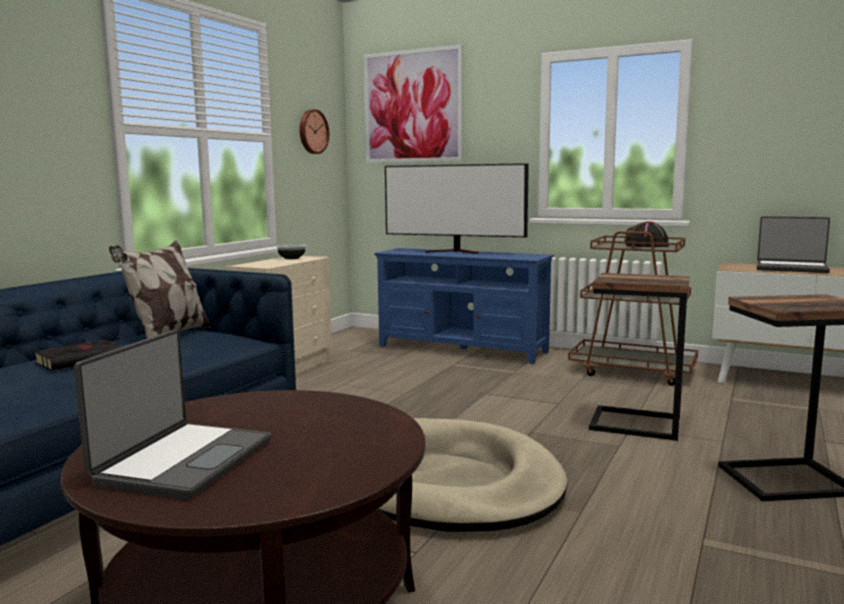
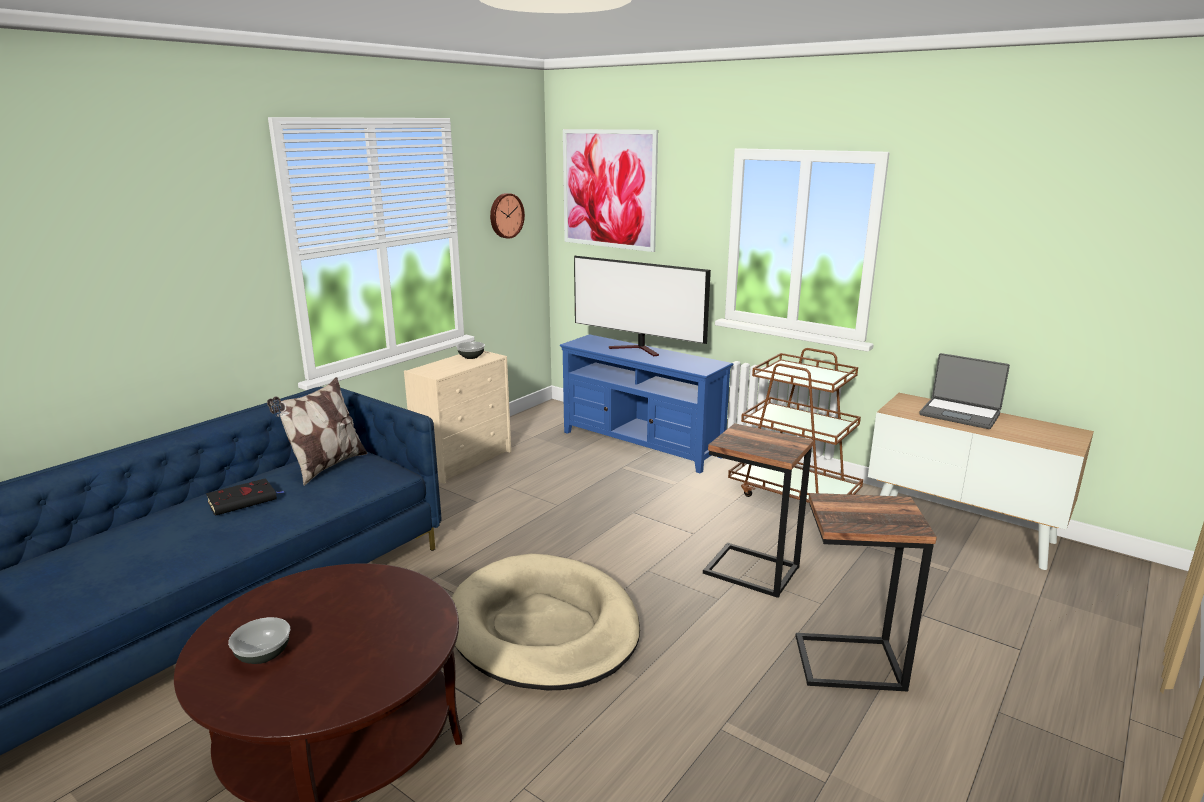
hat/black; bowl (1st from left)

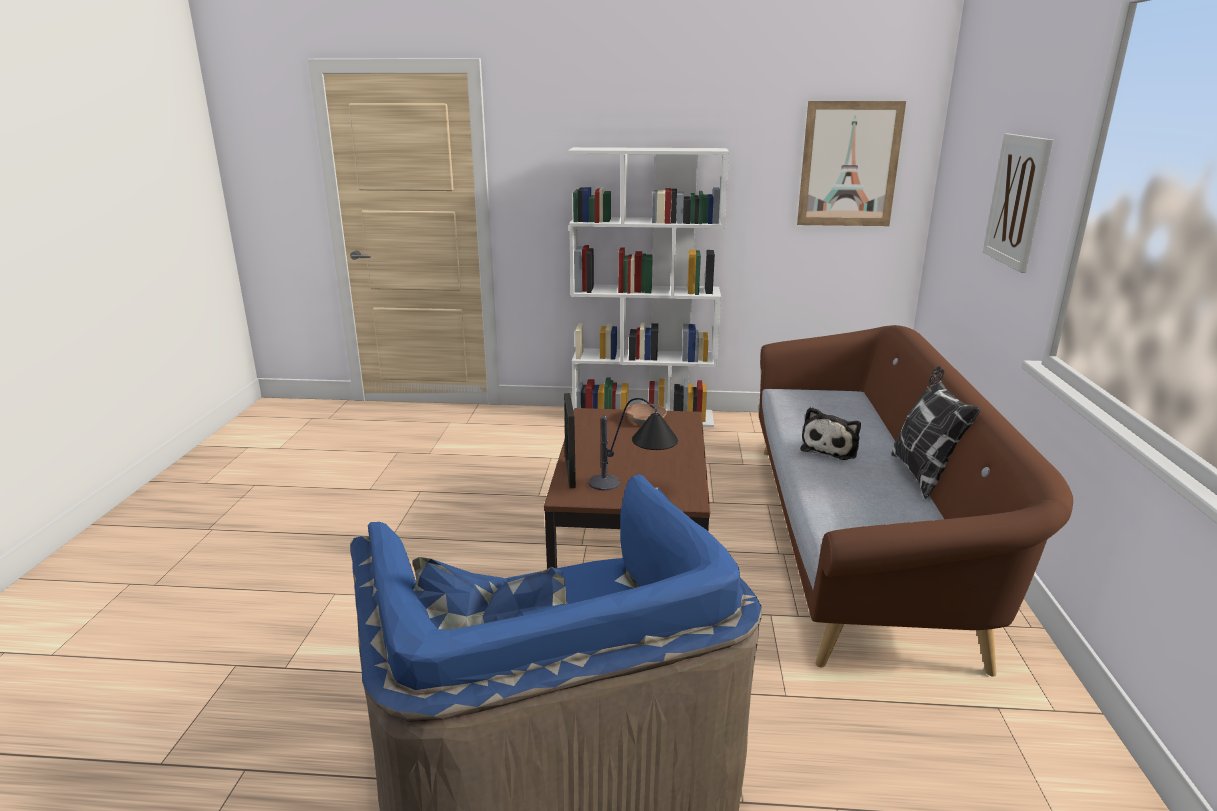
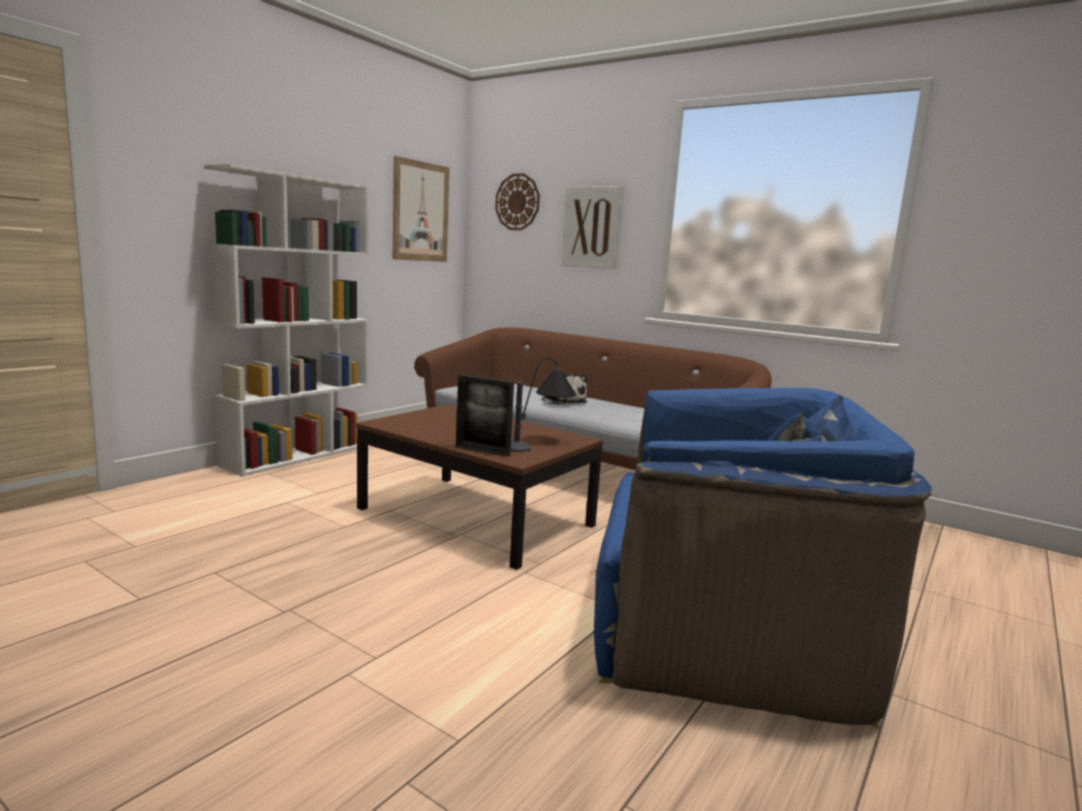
bowl/brown; pillow; wall clock

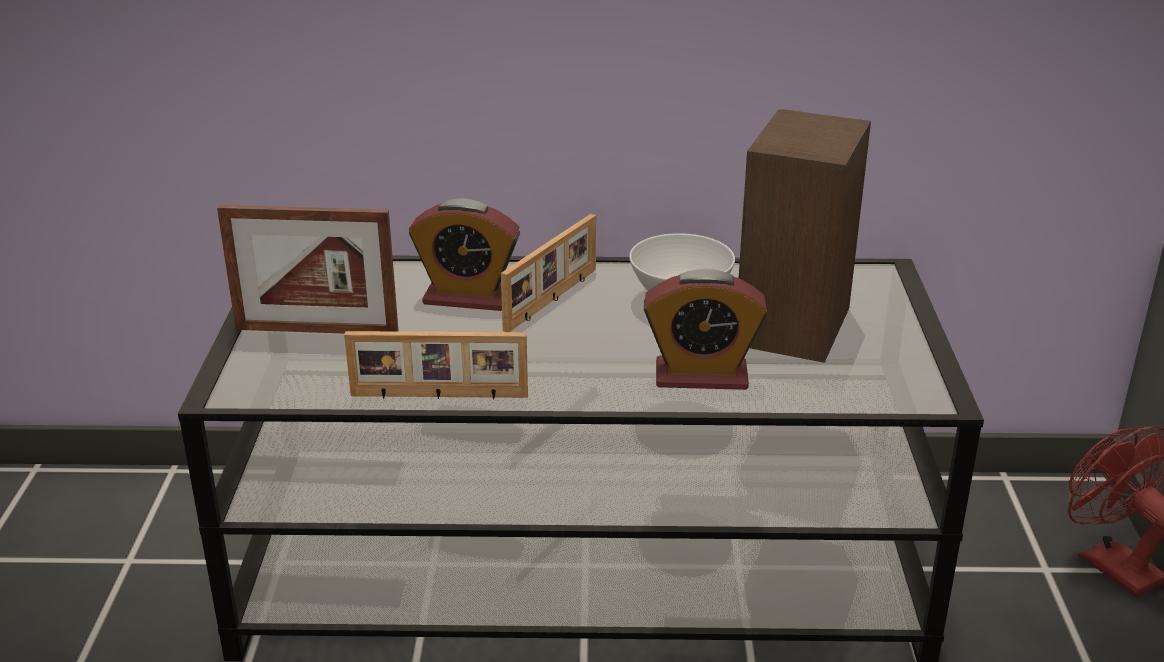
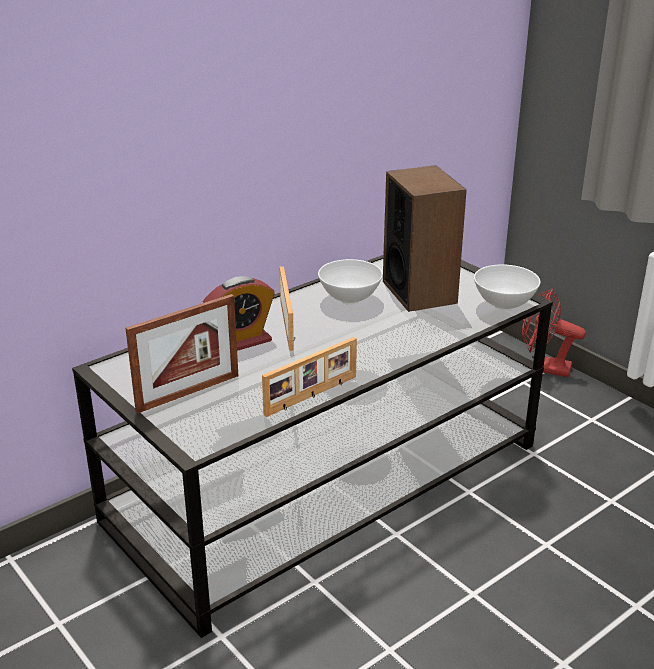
alarm clock (2nd from left in the first image); bowl/white (2nd from left)

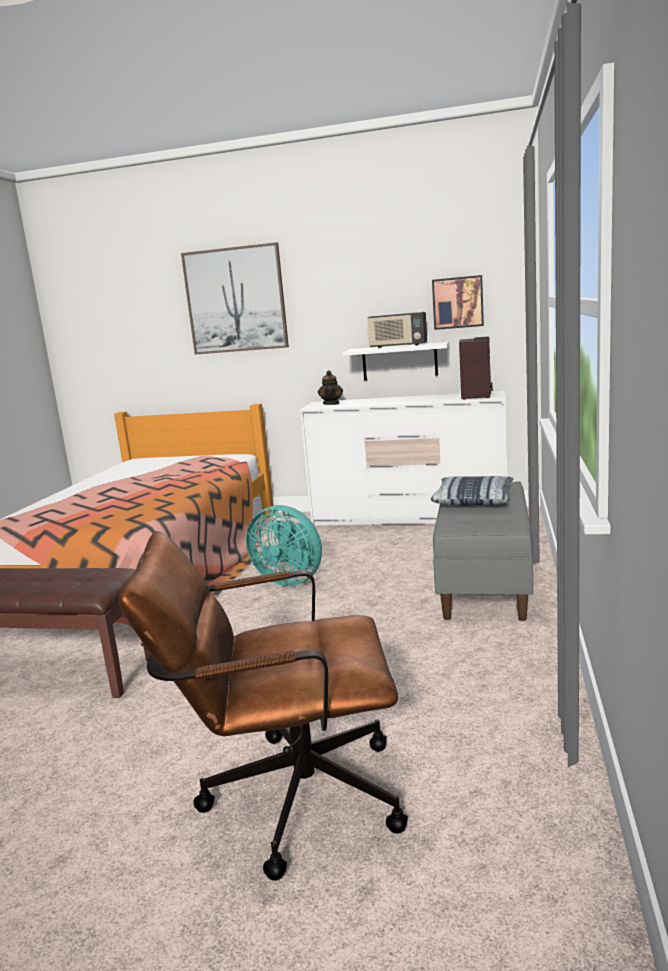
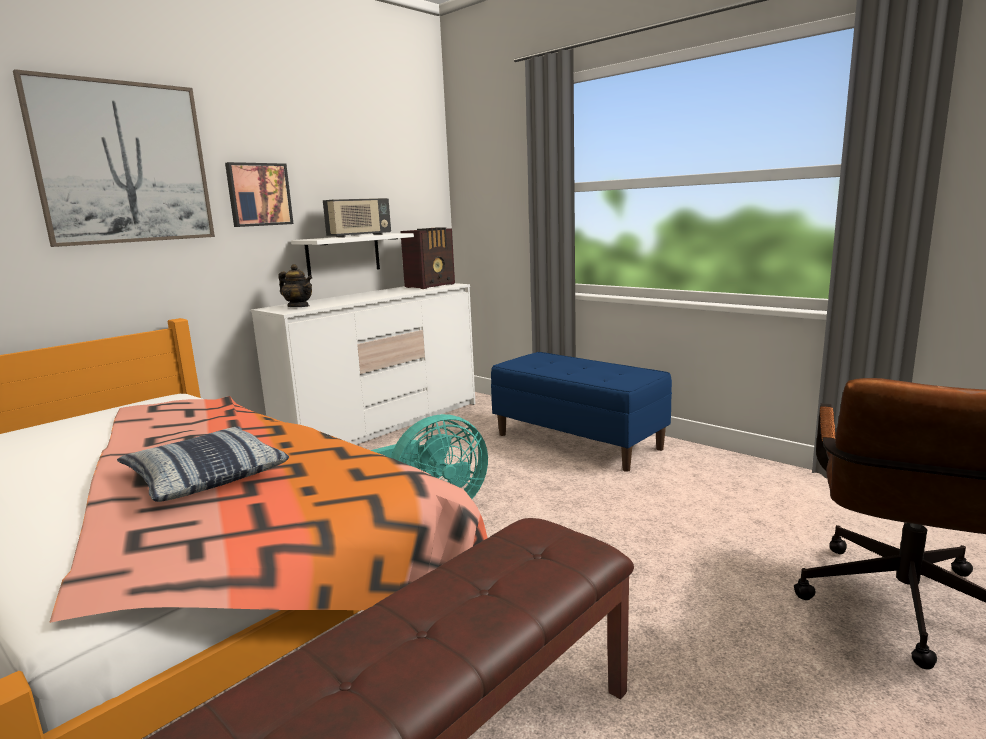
pillow; picture (2nd from left); bench/blue; radio (2nd from left)

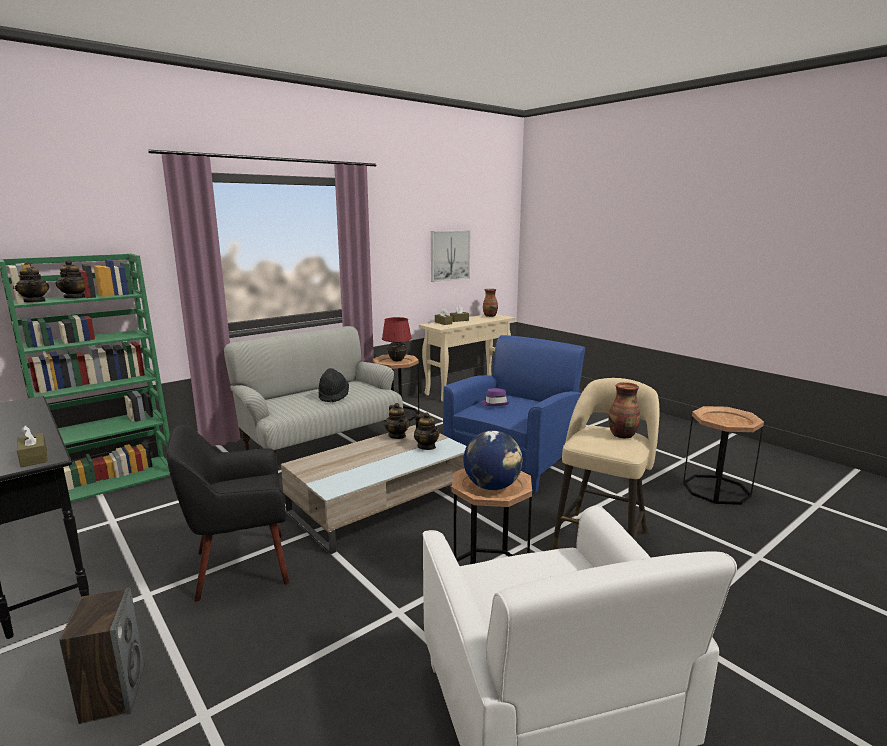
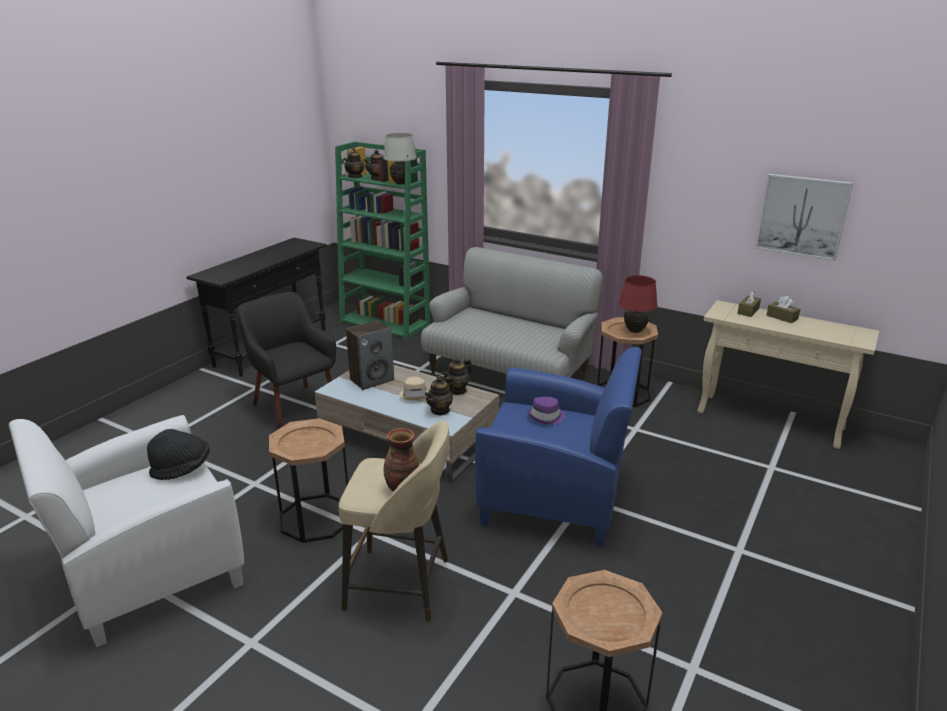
tissue box/brown (1st from left in the first image); globe; vase (1st from left in the first image); table lamp/white; hat/beige; speaker; hat/black

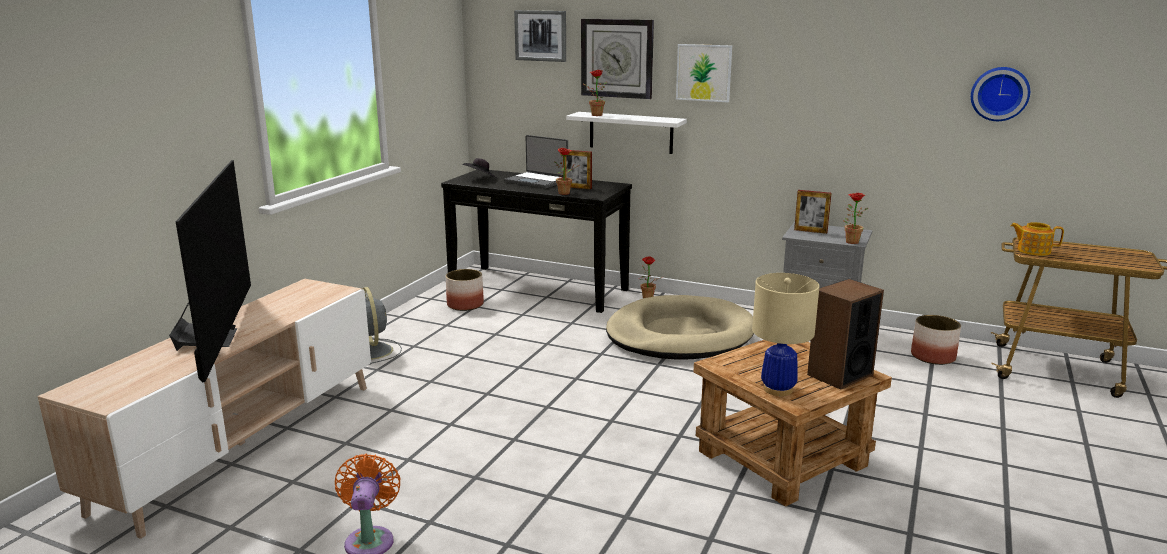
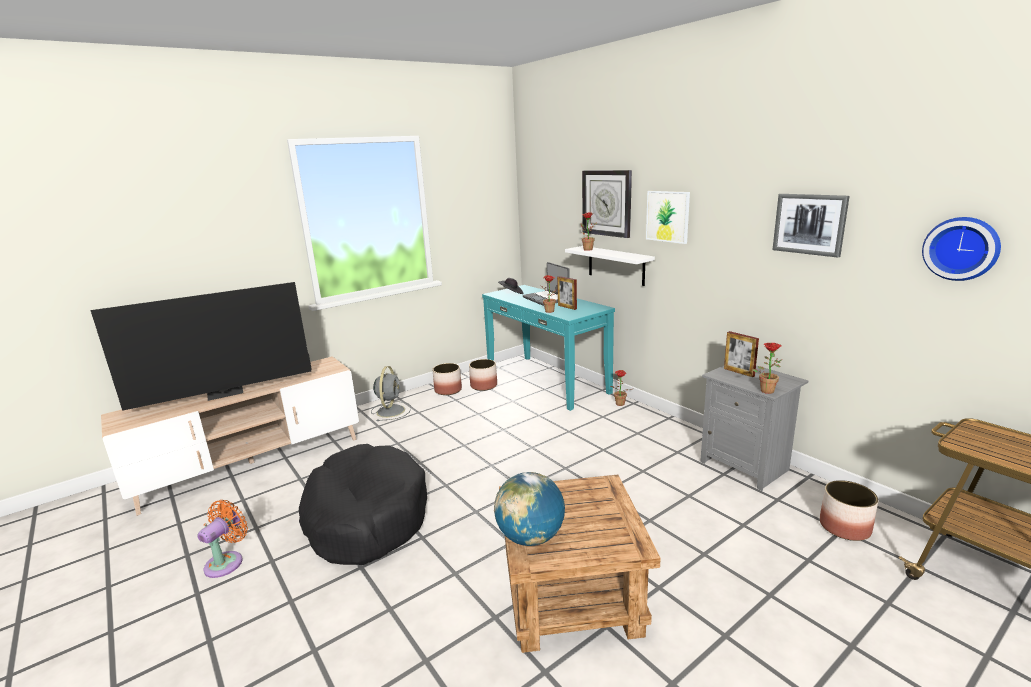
dog bed/beige; speaker; teapot; dog bed/black; planter (1st from left); picture (2nd from left); globe; console table/turquoise; television

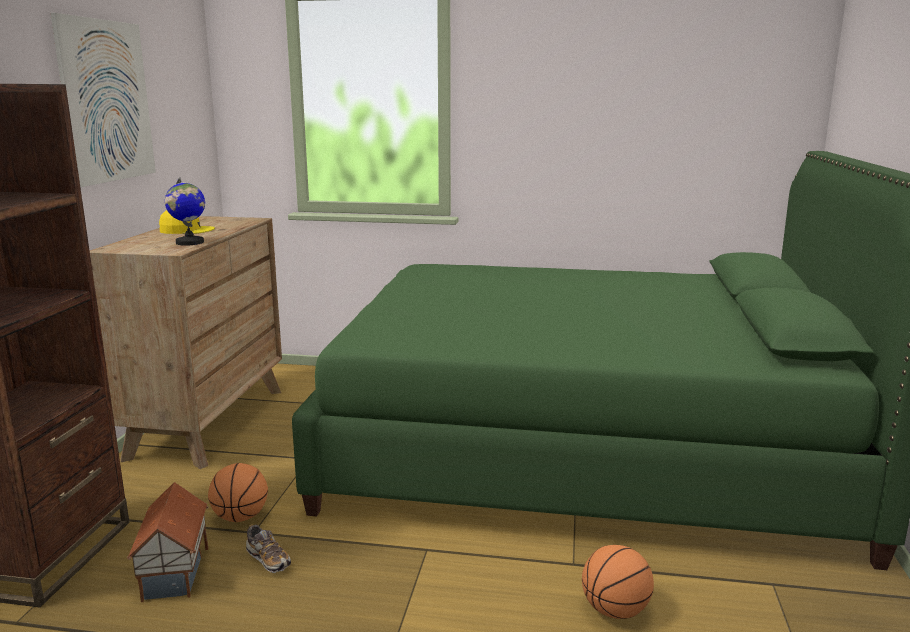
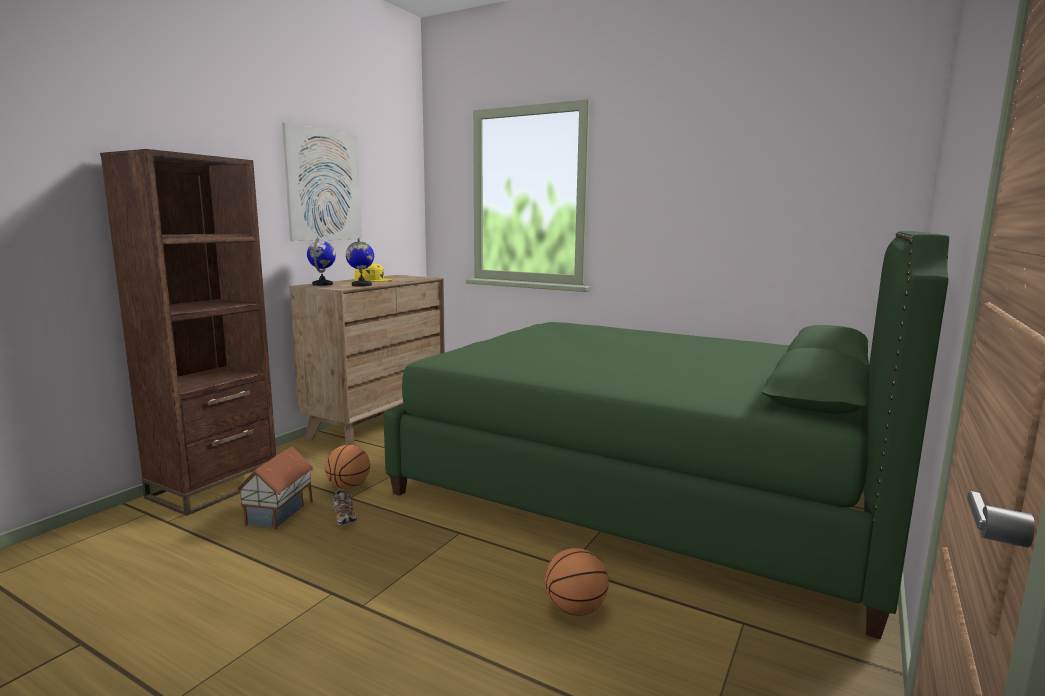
globe (1st from left)

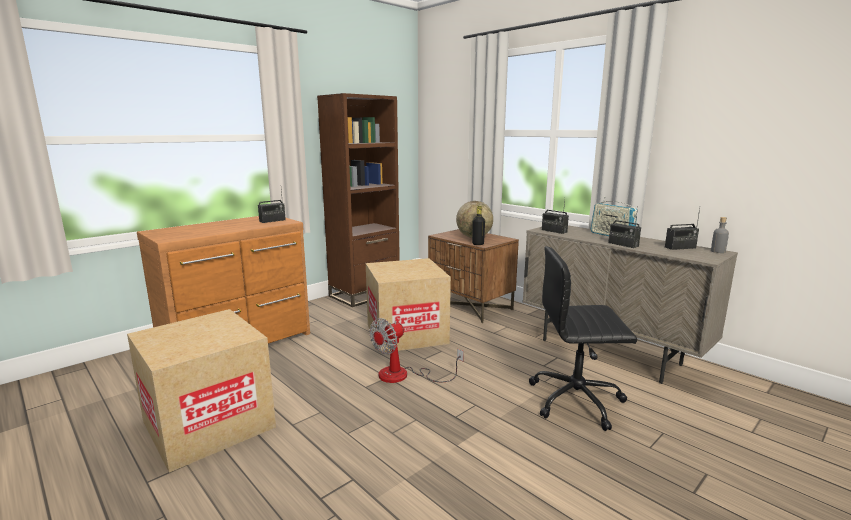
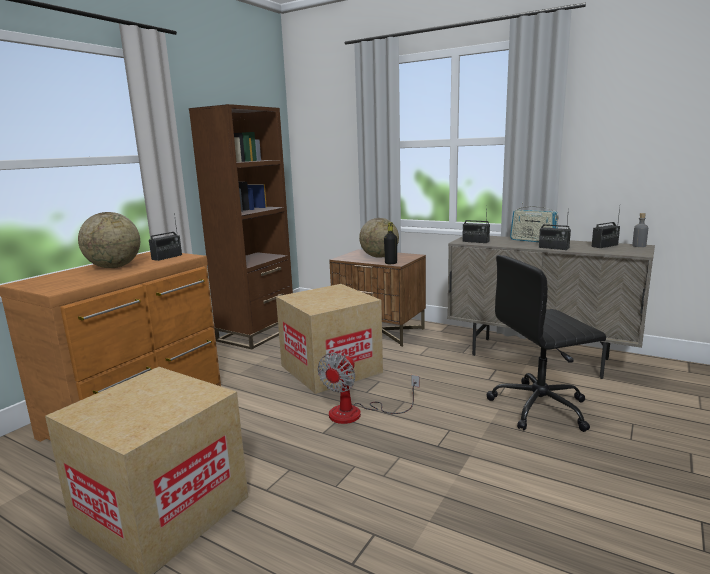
globe (1st from left)

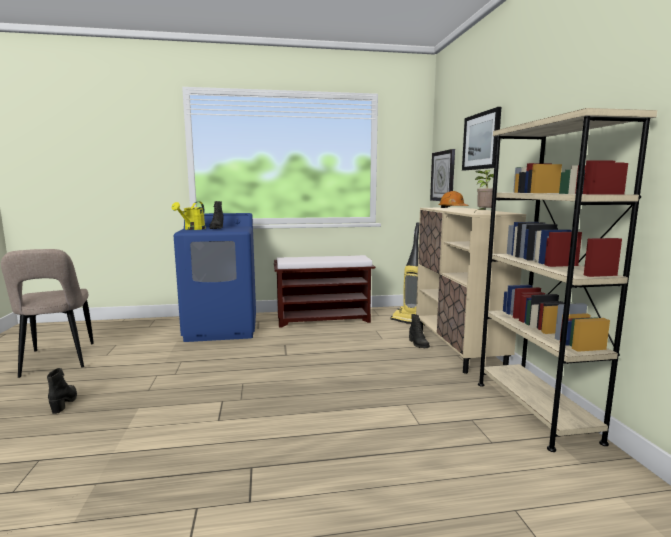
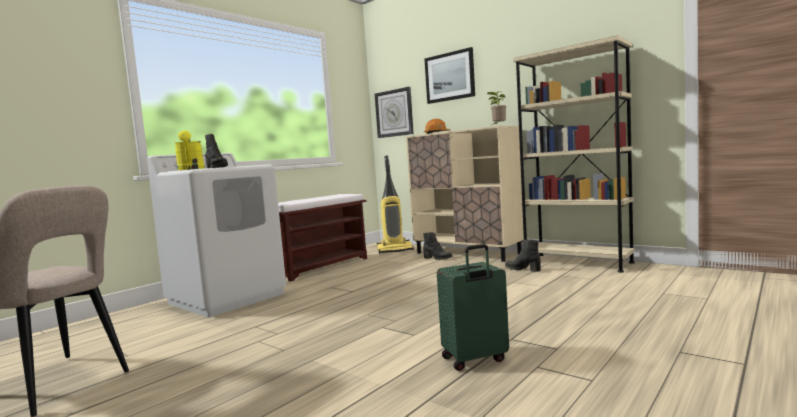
suitcase/green; boot/black (3rd from left); washing machine/white

